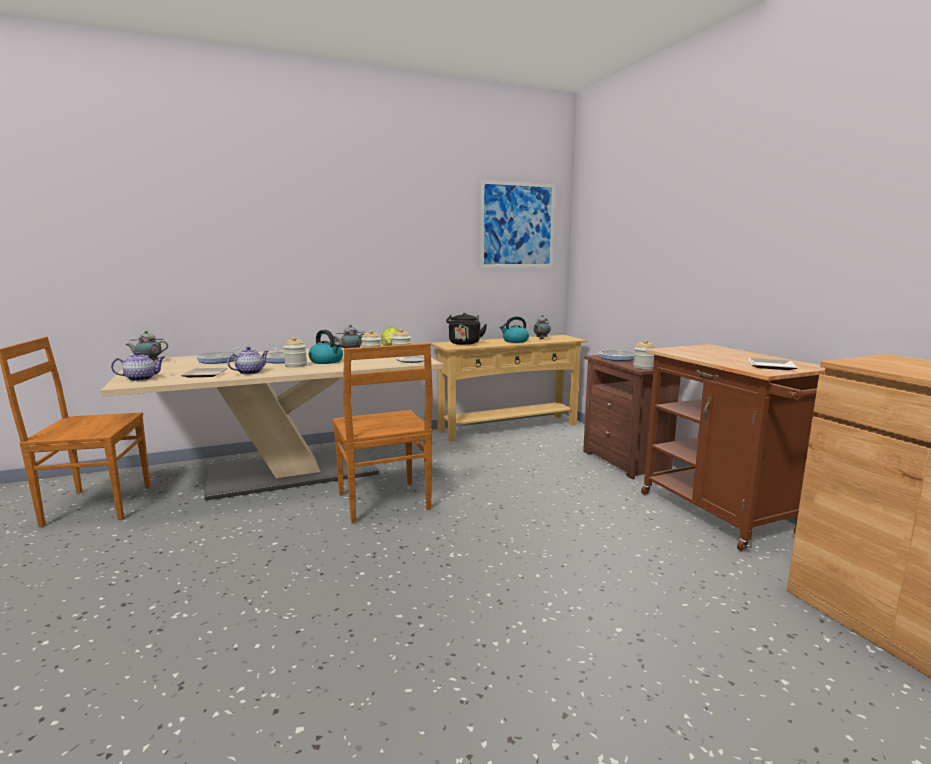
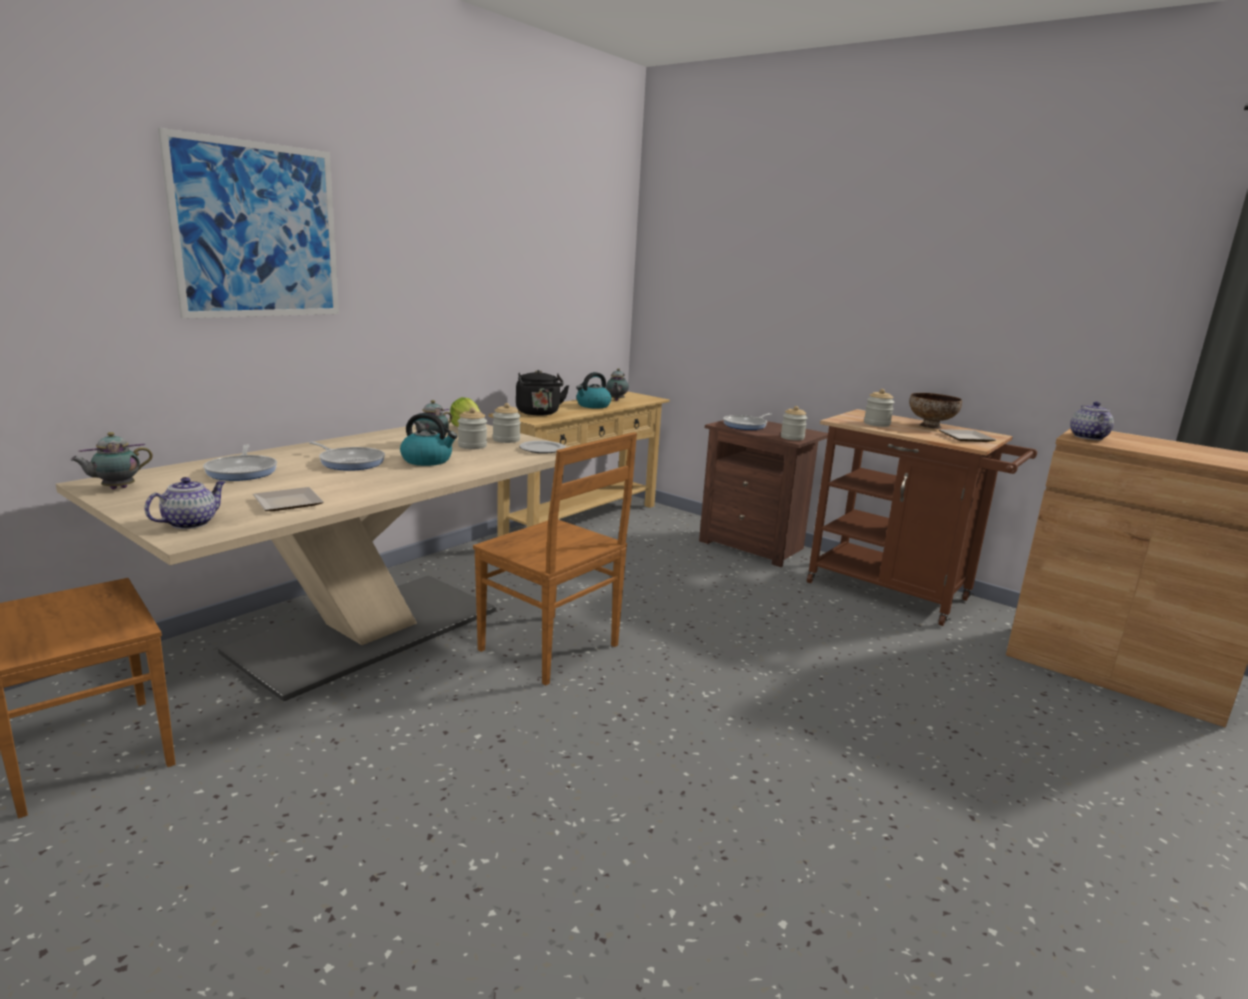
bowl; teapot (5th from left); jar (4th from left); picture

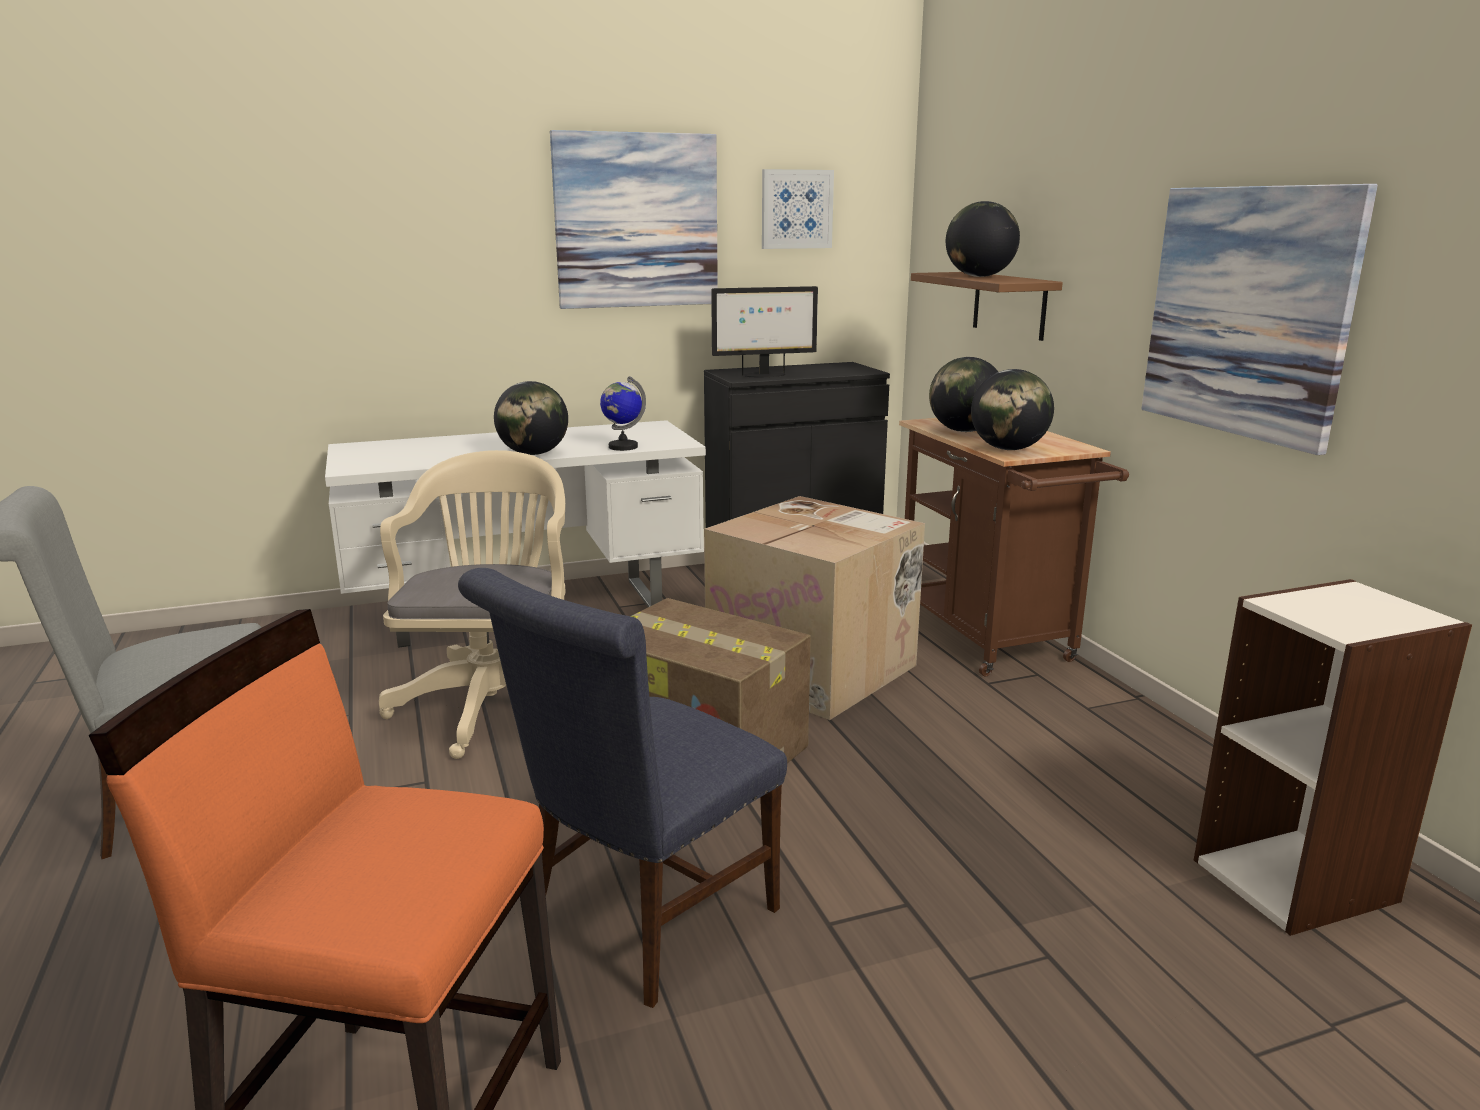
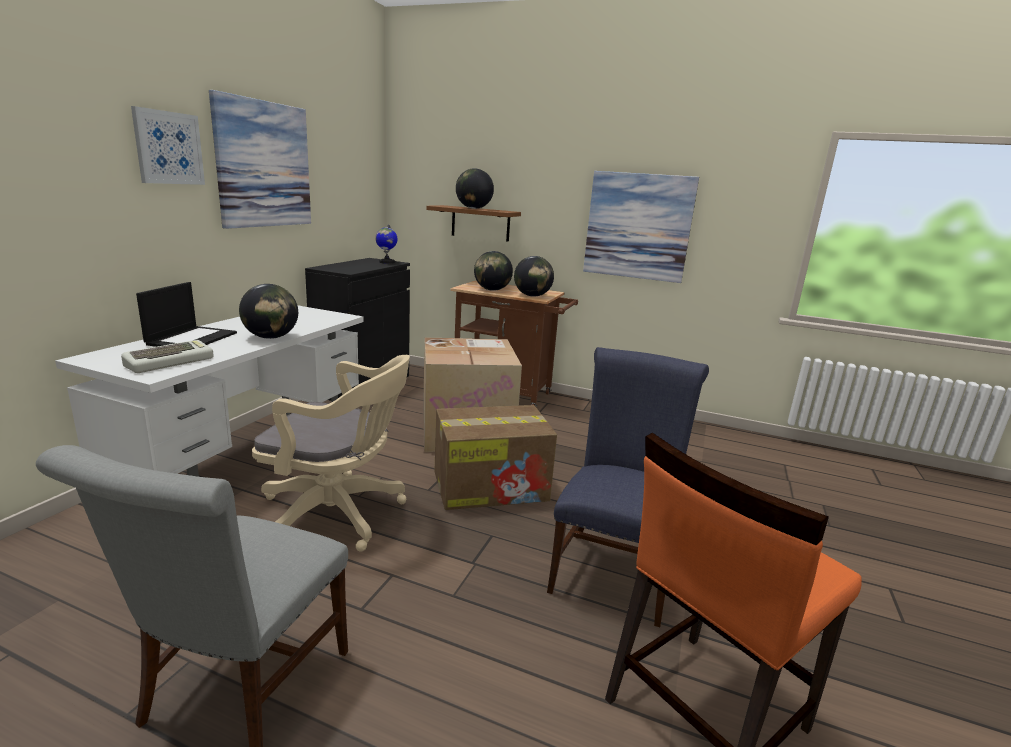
monitor; bookcase; keyboard; laptop; globe (2nd from left); picture (1st from left); office chair/beige; chair/blue

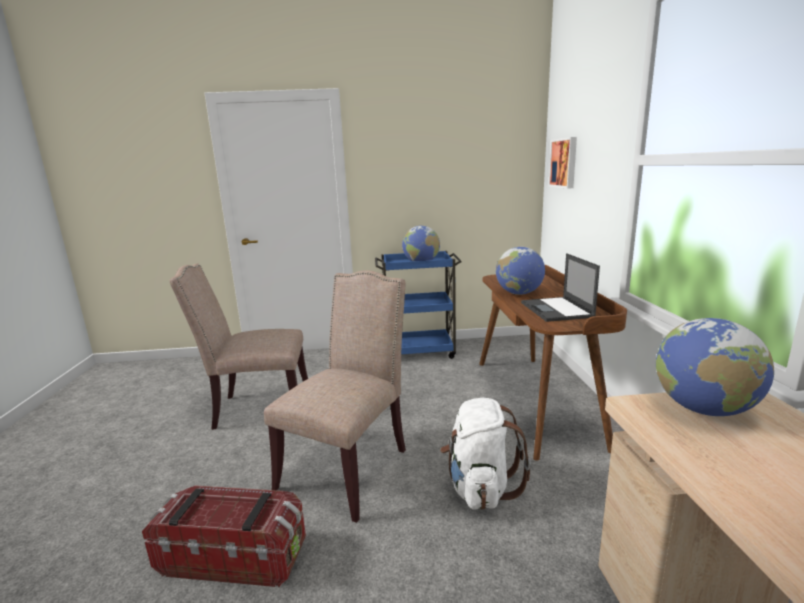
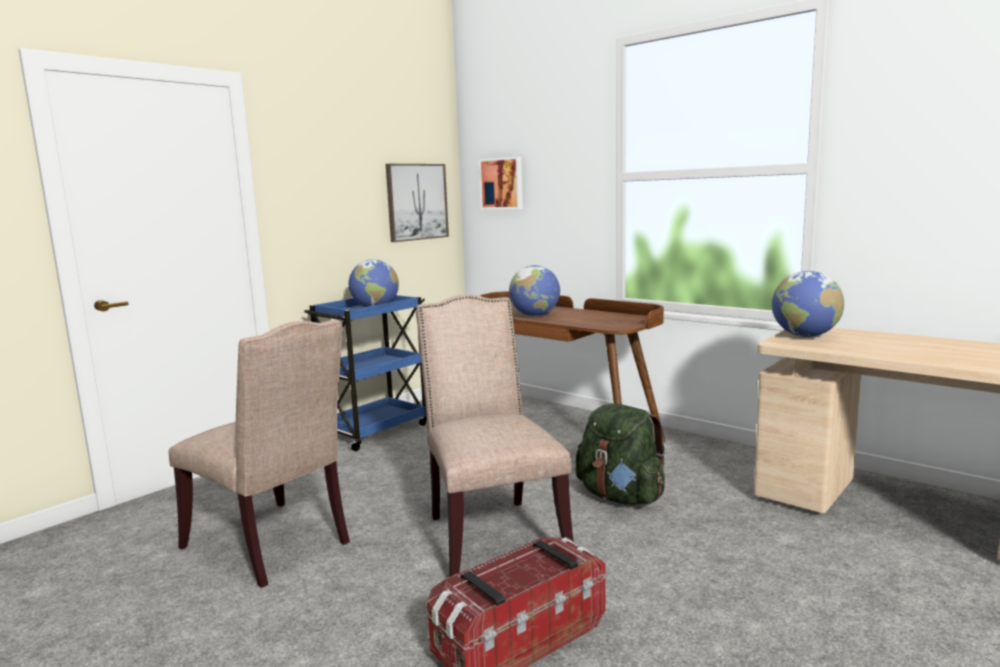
laptop; picture (1st from left); backpack/green; chair/beige (1st from left)

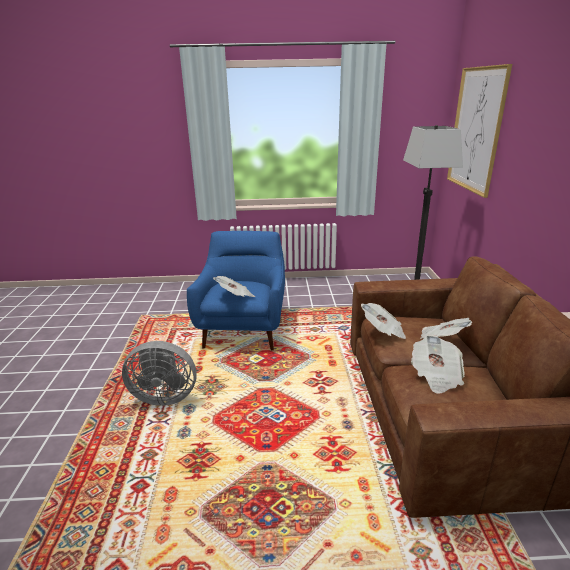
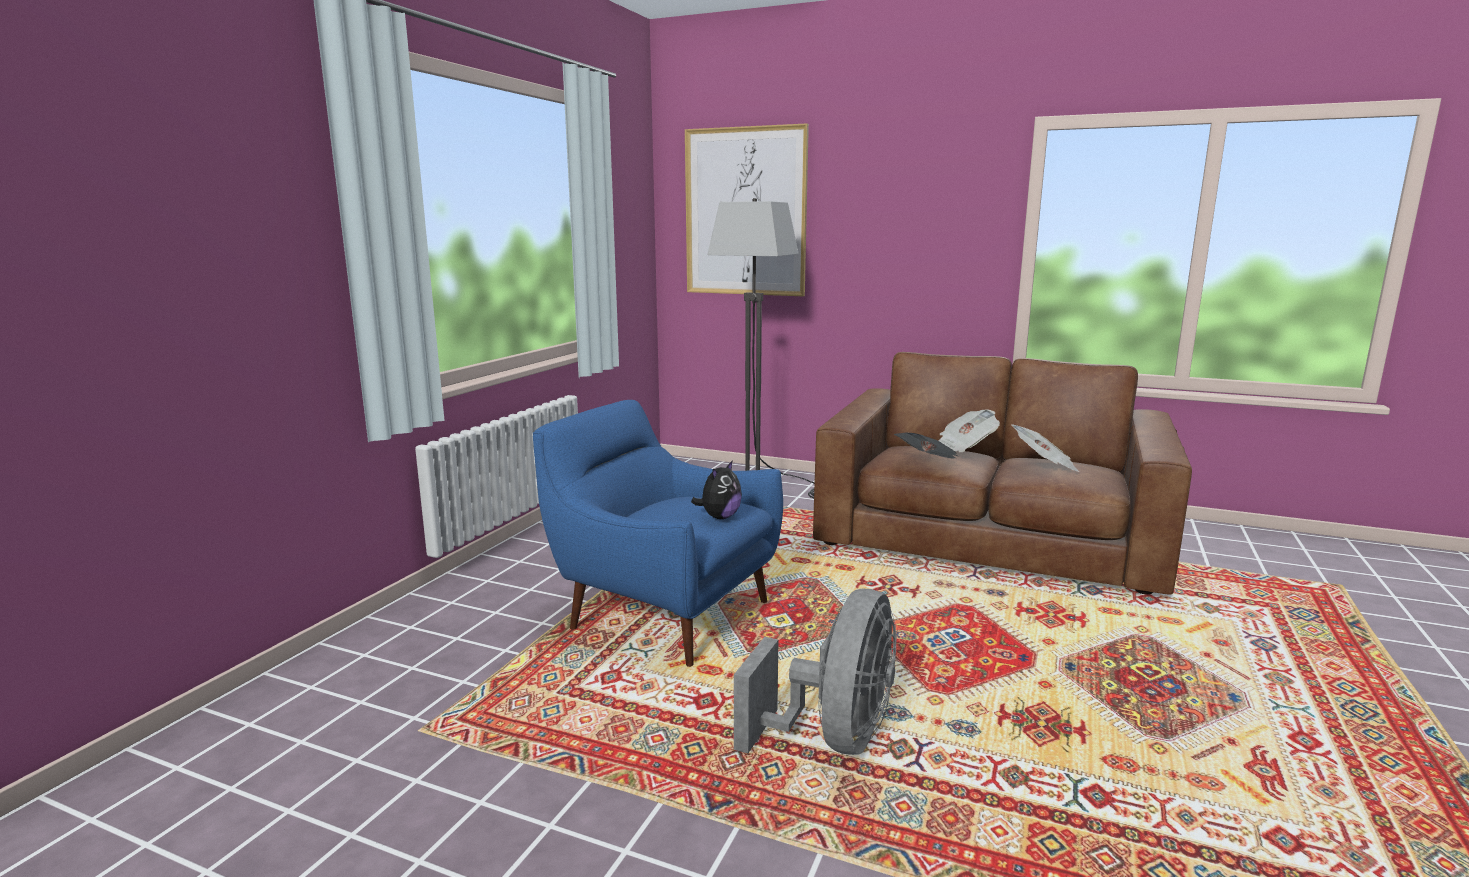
plush toy

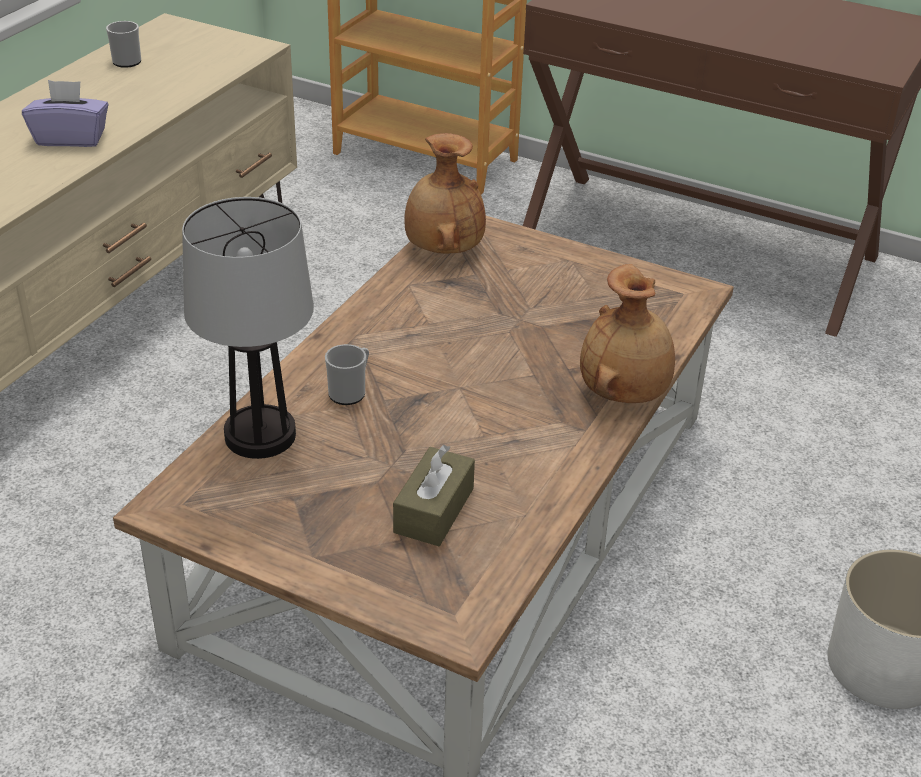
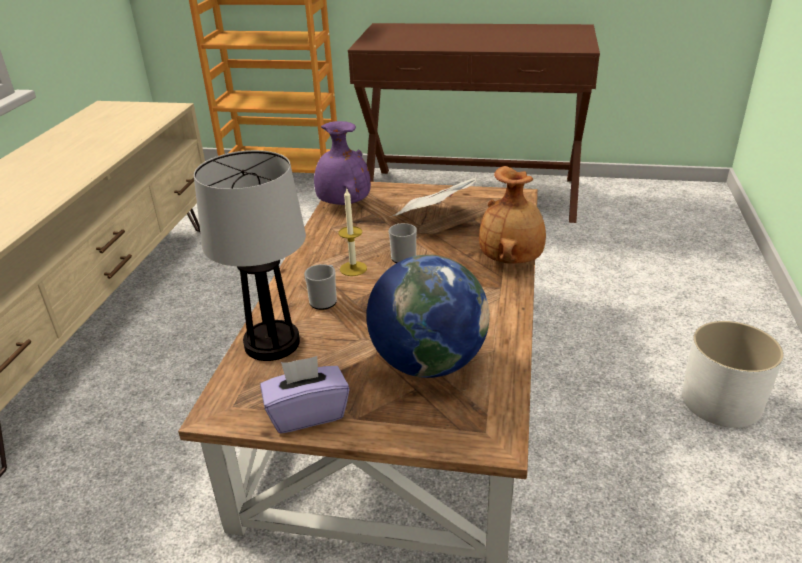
candle; newspaper; tissue box/purple; mug (2nd from left); globe; vase/purple

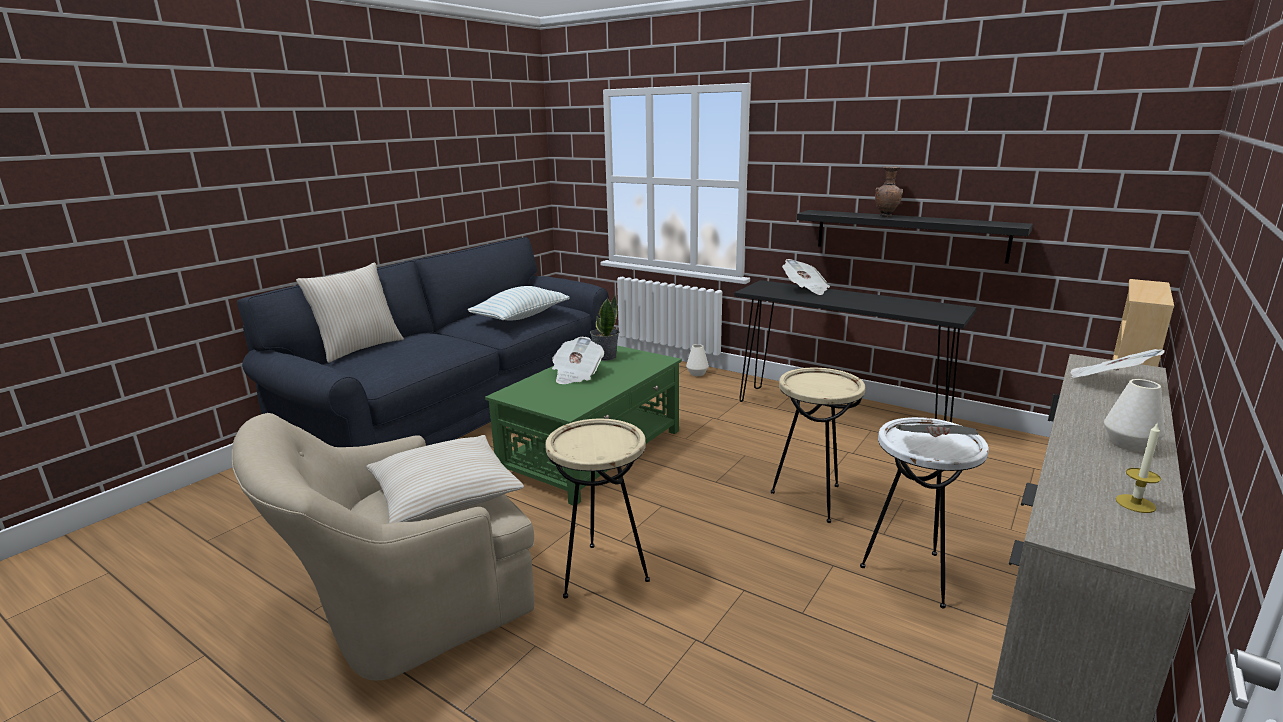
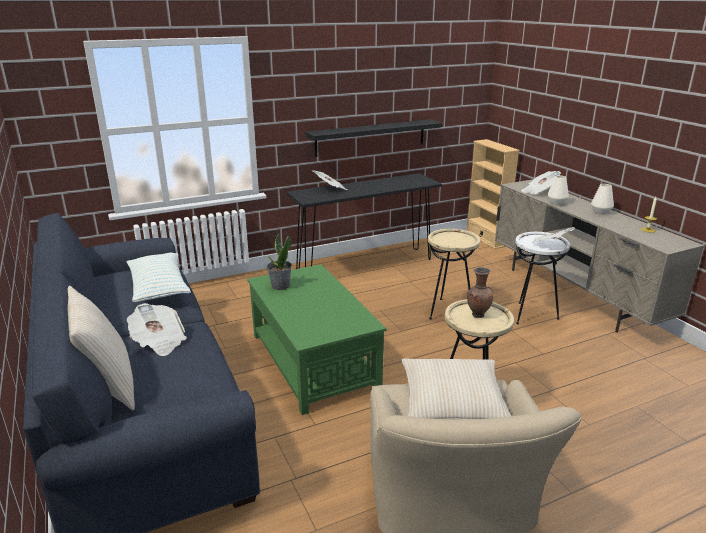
newspaper (1st from left); vase/white (1st from left); vase/brown

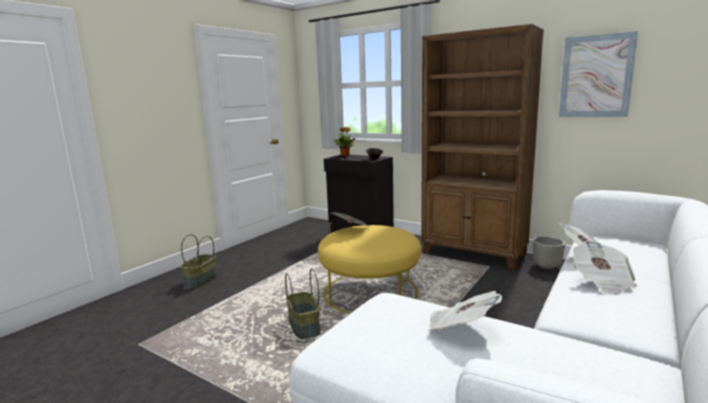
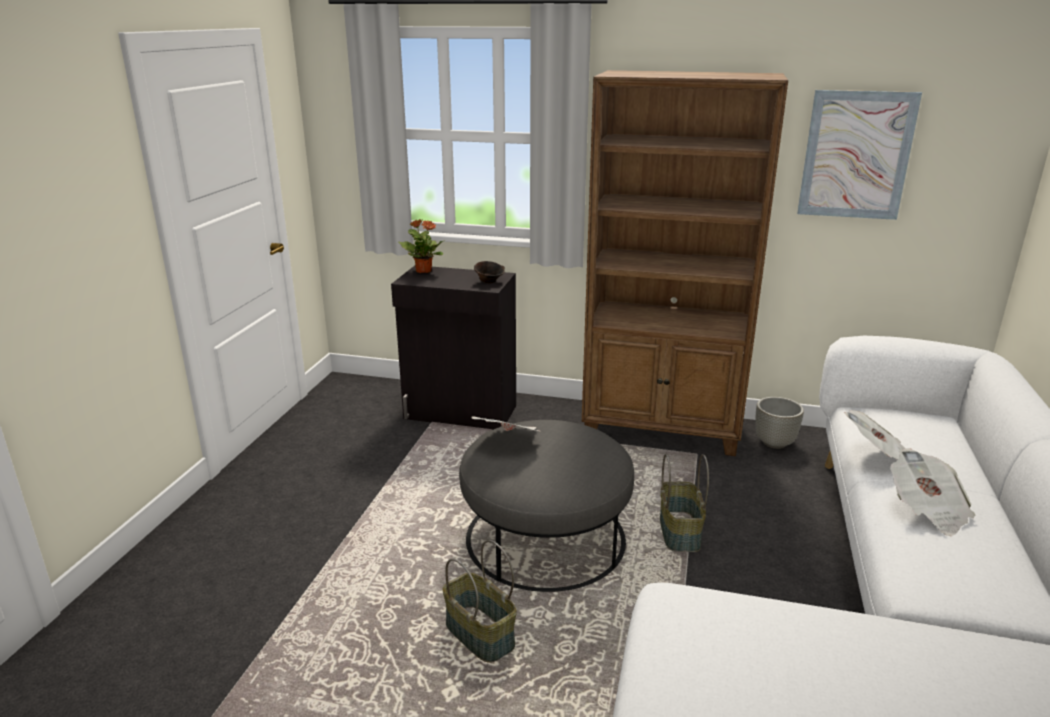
newspaper (2nd from left in the first image); basket (2nd from left); ottoman/grey

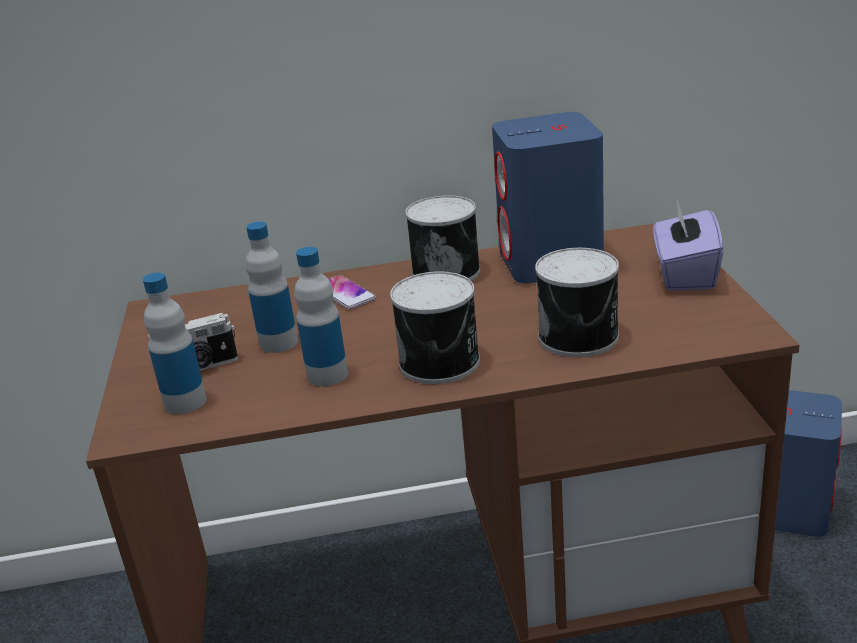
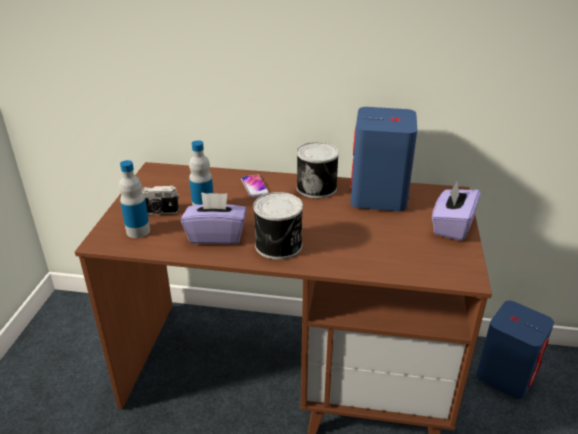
can (3rd from left in the first image); tissue box/purple (1st from left)

